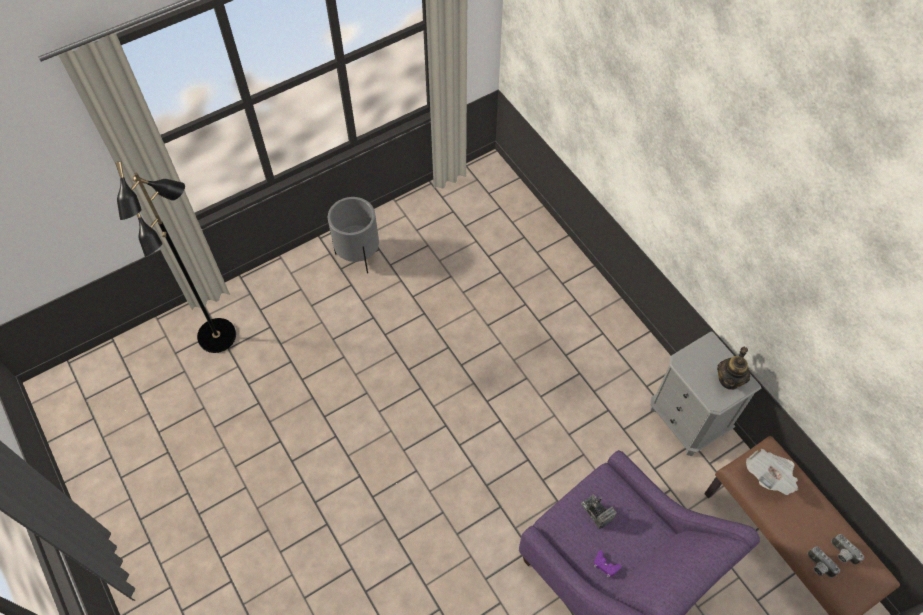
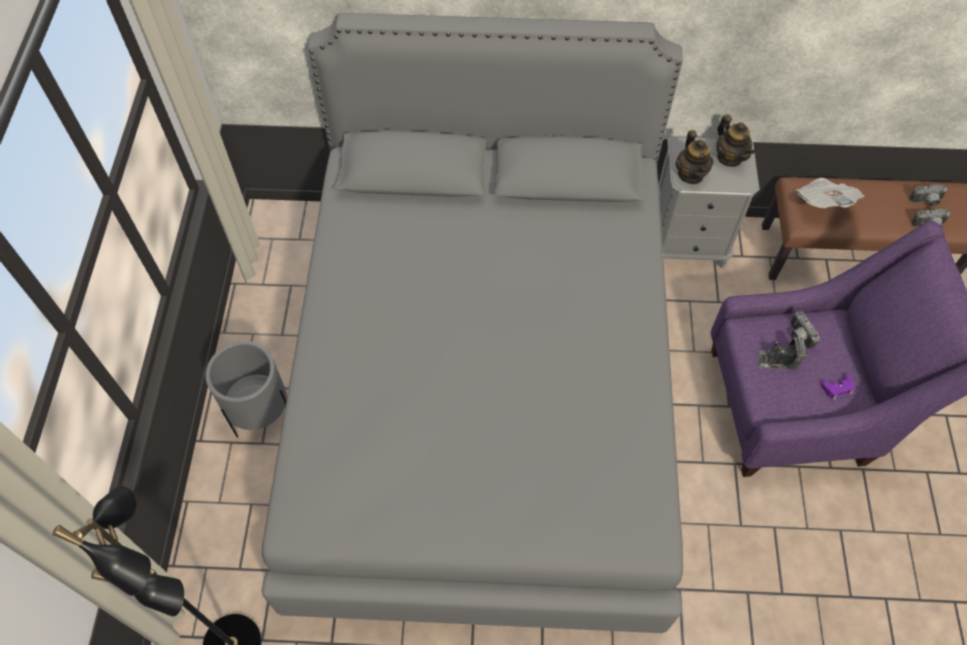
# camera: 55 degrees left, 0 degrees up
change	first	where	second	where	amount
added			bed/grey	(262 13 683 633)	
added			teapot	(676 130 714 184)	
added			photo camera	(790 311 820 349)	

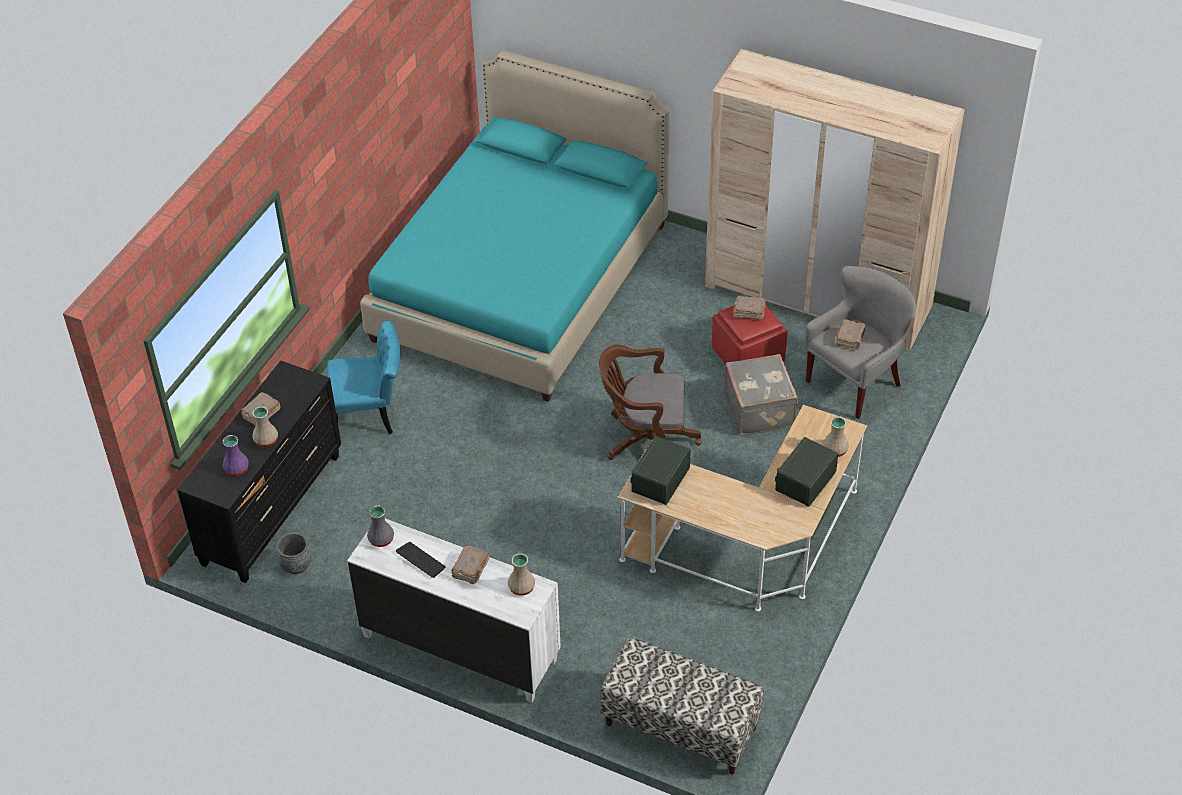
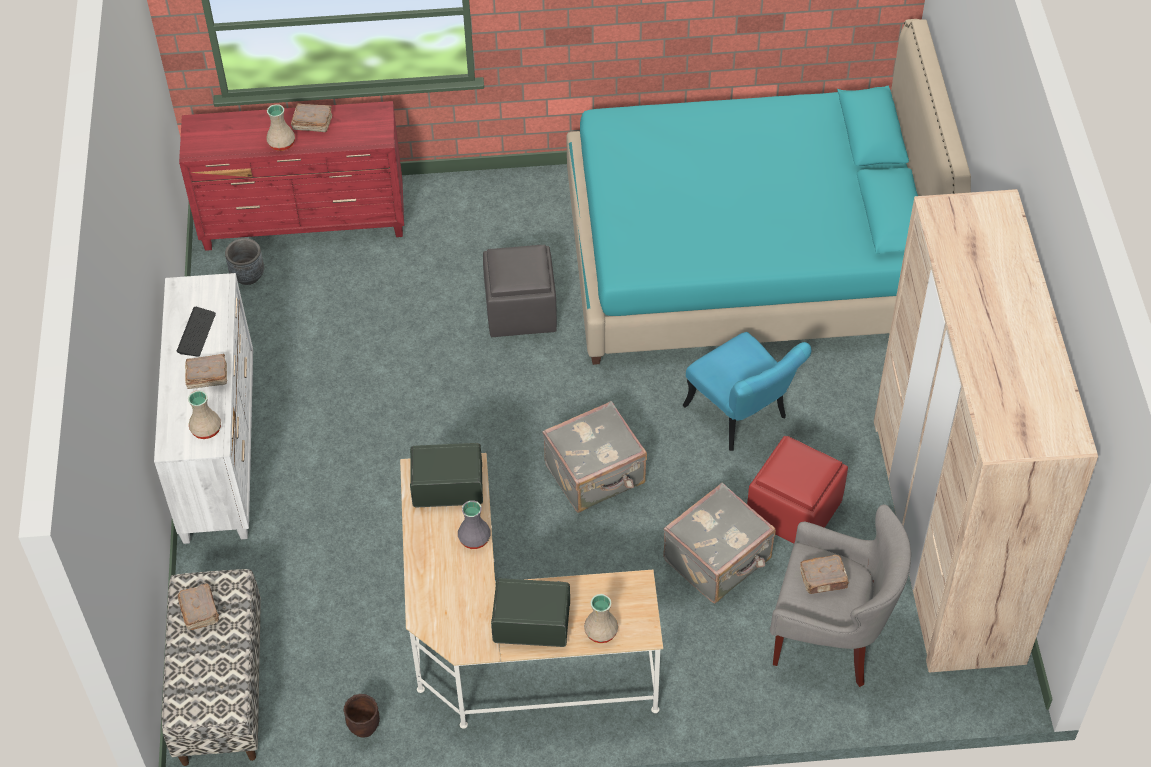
# camera: 60 degrees right, 5 degrees up
change	first	where	second	where	amount
moved	book/brown	(734 296 766 320)		(178 583 219 630)	
moved	chair/turquoise	(327 321 400 434)		(683 332 811 451)	
replaced	office chair/brown	(599 344 702 460)	suitcase/grey	(542 401 647 513)	
recoloured	dresser/black	(177 361 341 583)	dresser/red	(179 101 404 251)	
removed	vase/purple	(222 435 249 476)			
moved	vase/grey	(367 505 394 547)		(458 500 490 549)	
added			ottoman/grey	(483 245 557 337)	
added			planter/brown	(343 694 380 738)	

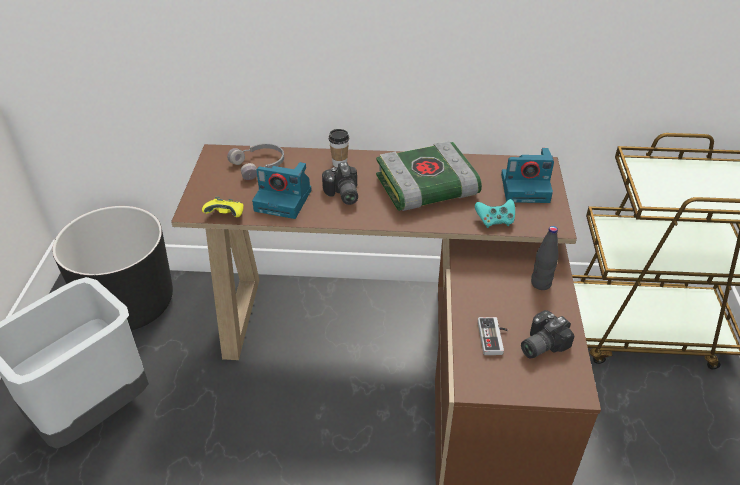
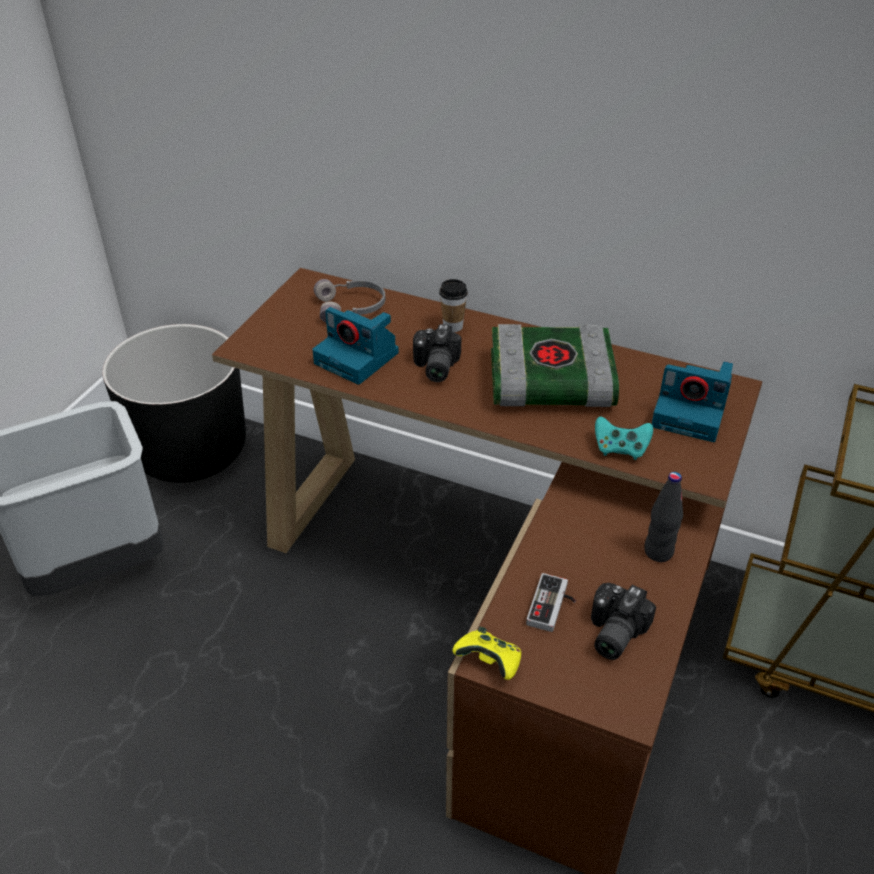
# camera: 20 degrees right, 0 degrees up
change	first	where	second	where	amount
moved	game controller/yellow	(202 197 244 217)		(453 627 521 680)	
turned	photo camera	(521 310 574 359)		(591 583 656 660)	45 degrees counterclockwise

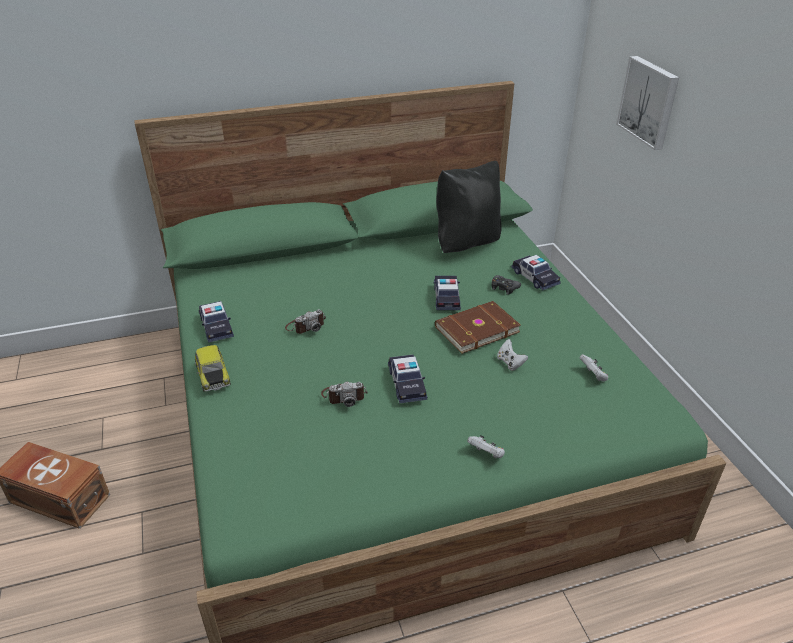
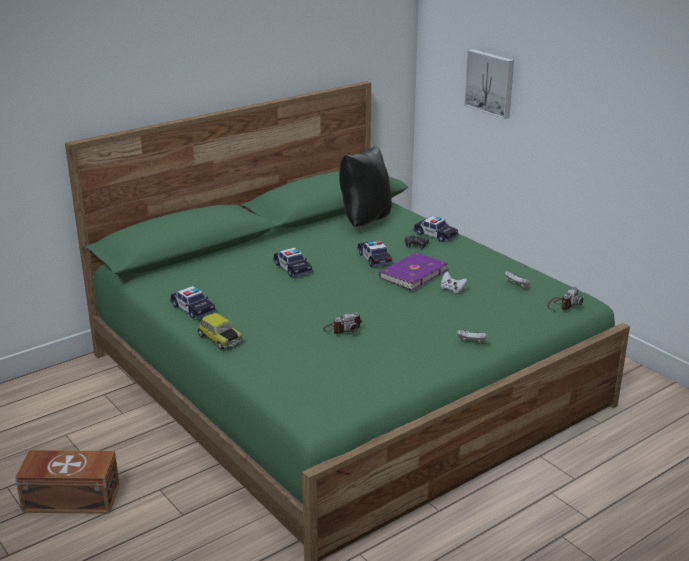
# camera: 20 degrees left, 10 degrees down
change	first	where	second	where	amount
recoloured	book/brown	(435 301 521 354)	book/purple	(379 252 448 290)	
moved	photo camera	(285 309 326 334)		(547 287 583 310)	
moved	toy car	(388 355 427 403)		(273 247 313 277)	

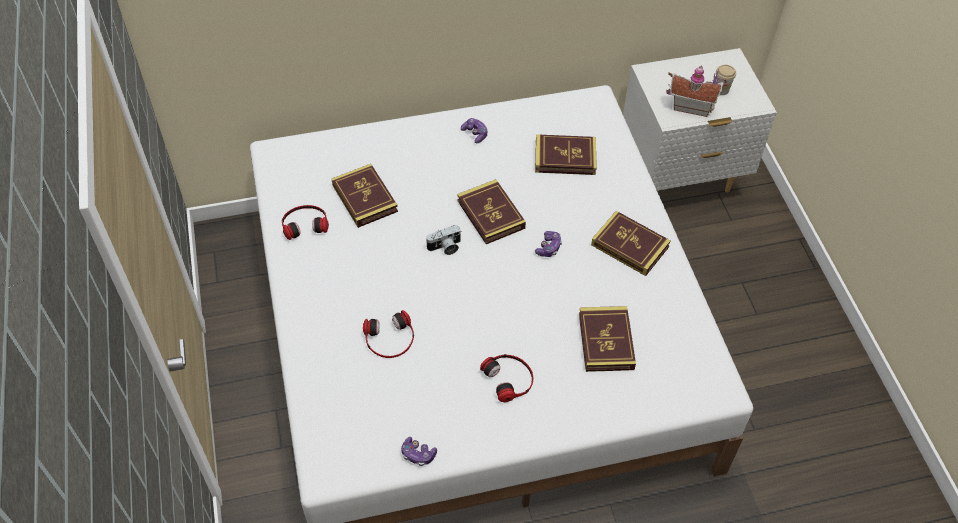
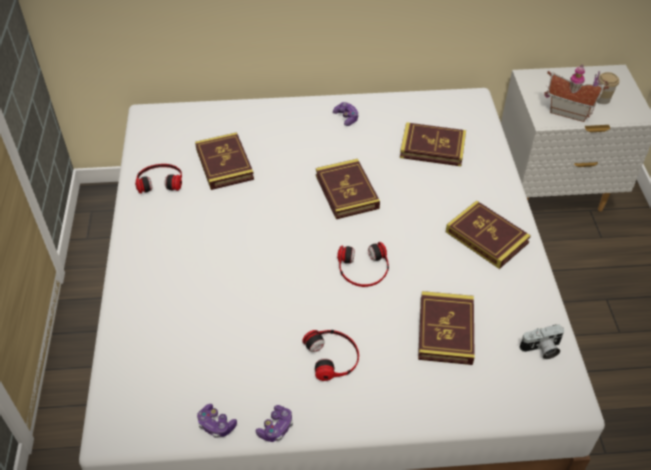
# camera: 10 degrees right, 5 degrees down
change	first	where	second	where	amount
moved	photo camera	(425 225 461 255)		(519 325 564 359)	
moved	game controller	(535 231 562 257)		(256 405 293 442)	
moved	headphones	(363 310 414 358)		(337 242 389 287)	

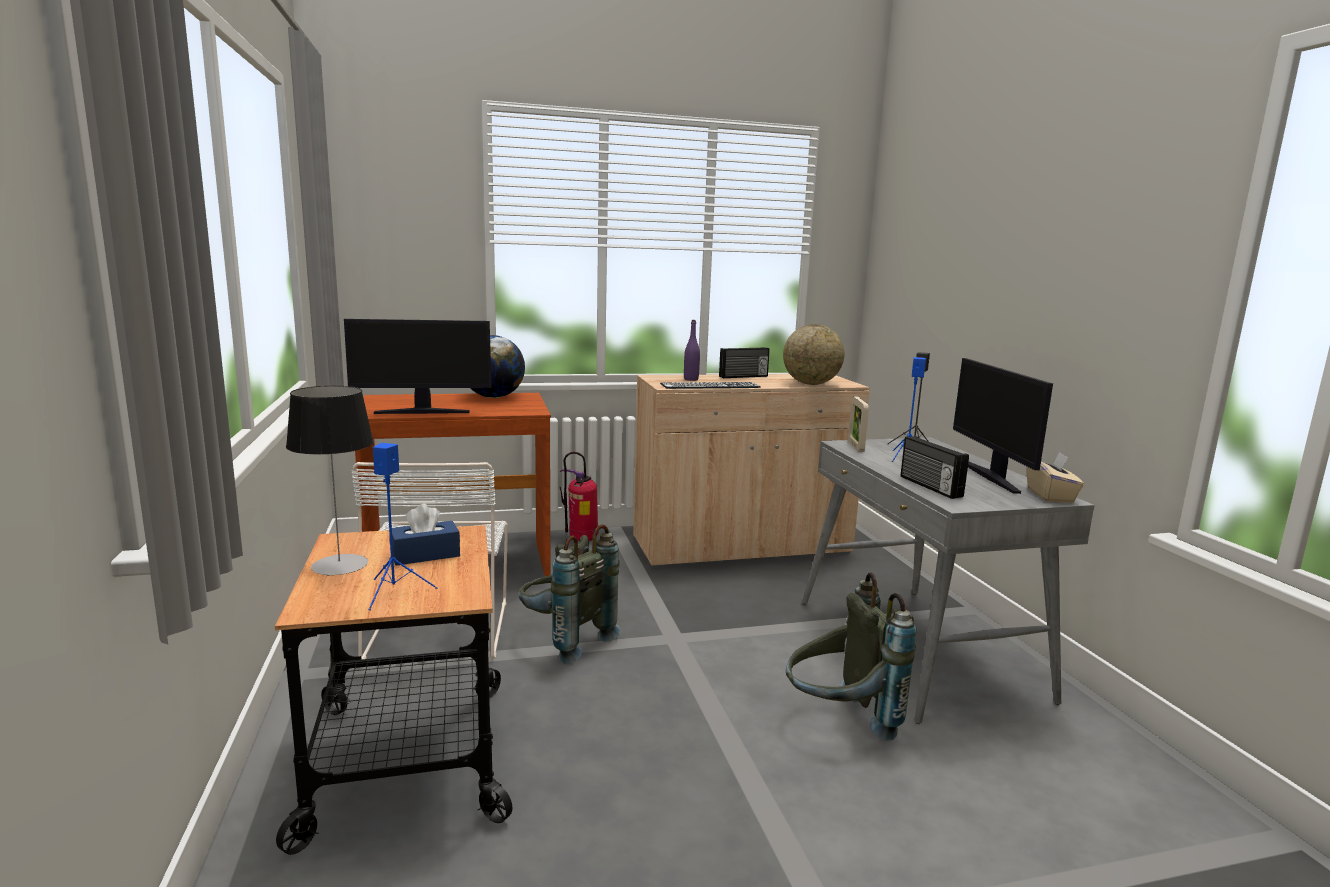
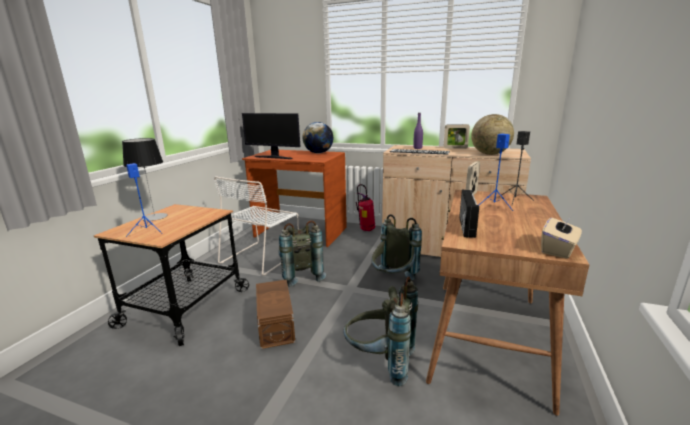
# camera: 35 degrees right, 5 degrees up
change	first	where	second	where	amount
replaced	radio	(719 347 770 378)	picture frame	(444 124 470 149)	
removed	monitor	(953 358 1053 494)			
recoloured	desk/grey	(802 437 1095 724)	desk/brown	(426 190 590 416)	
removed	tissue box/blue	(389 504 460 566)			
added			backpack/grey	(371 214 422 280)	
added			storage box/brown	(256 280 295 349)	

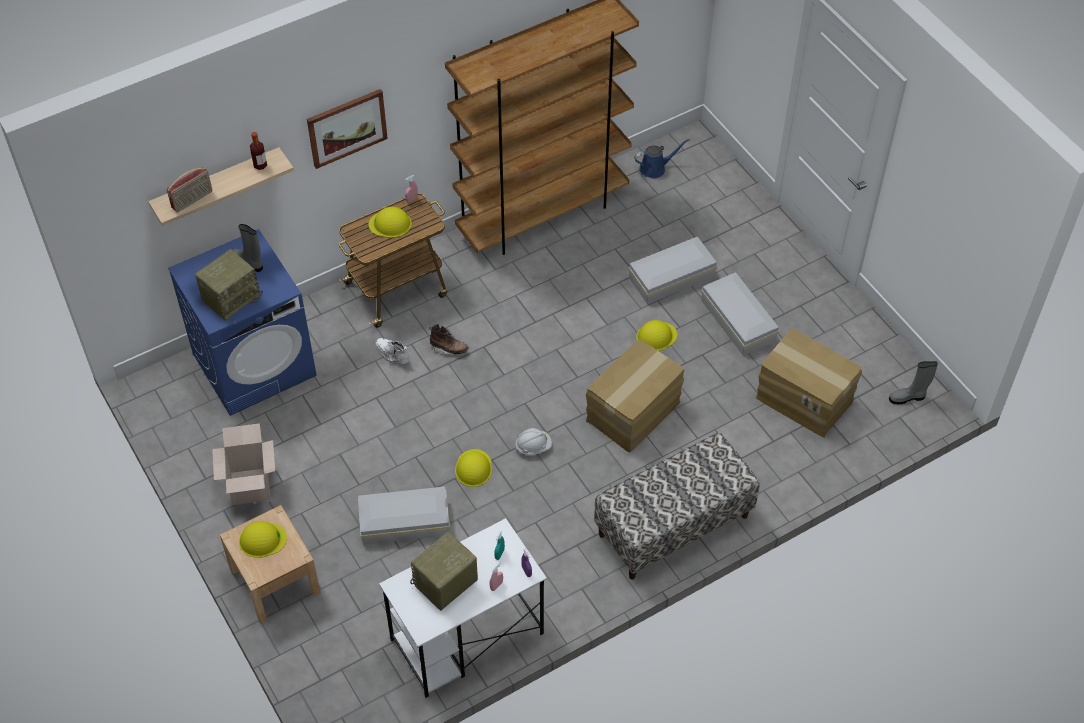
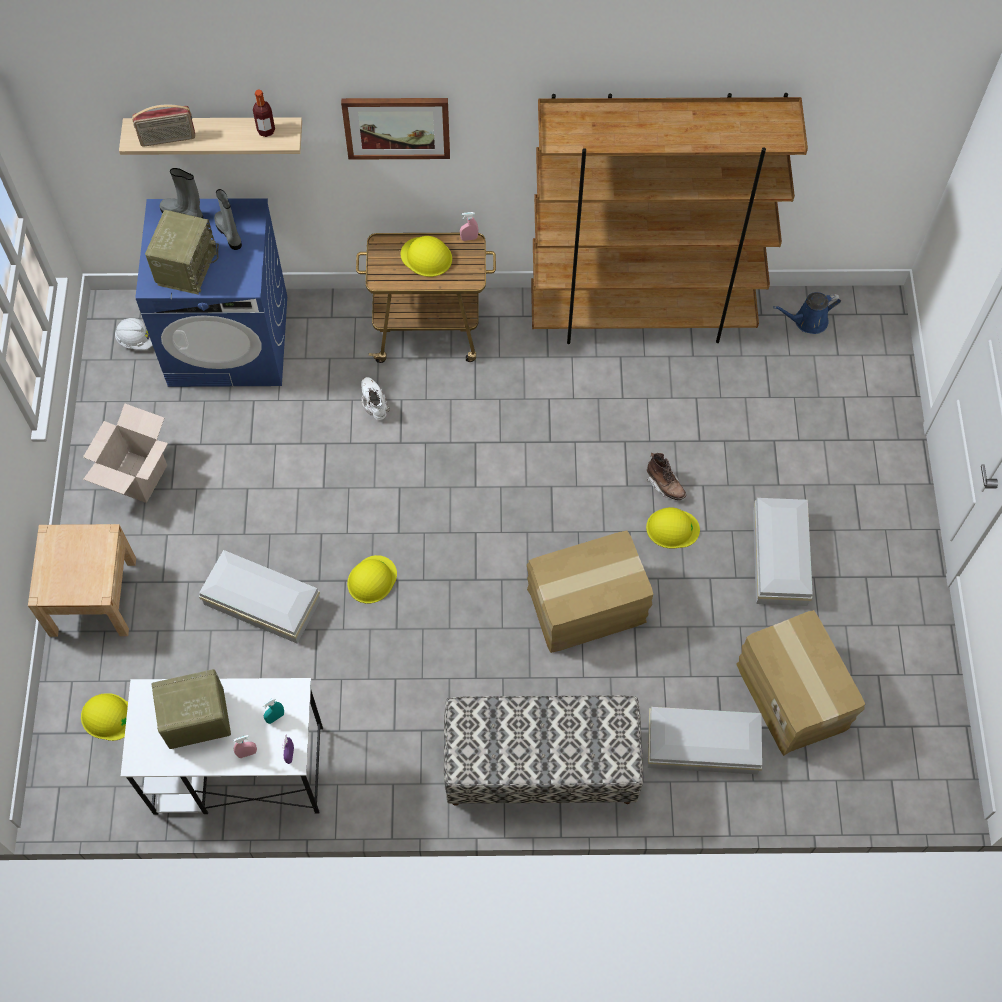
# camera: 30 degrees right, 10 degrees up
change	first	where	second	where	amount
turned	watering can/blue	(634 139 690 179)		(773 292 841 334)	150 degrees clockwise
moved	storage box/white	(628 236 717 304)		(648 707 762 774)	
turned	radio	(195 249 263 321)		(145 210 219 295)	60 degrees counterclockwise
moved	boot/brown	(429 324 469 356)		(647 453 686 500)	
moved	boot/grey	(889 361 938 405)		(159 168 203 218)	
moved	hard hat/white	(515 428 552 455)		(115 318 152 349)	
moved	hard hat/yellow	(239 521 287 558)		(81 693 128 741)	

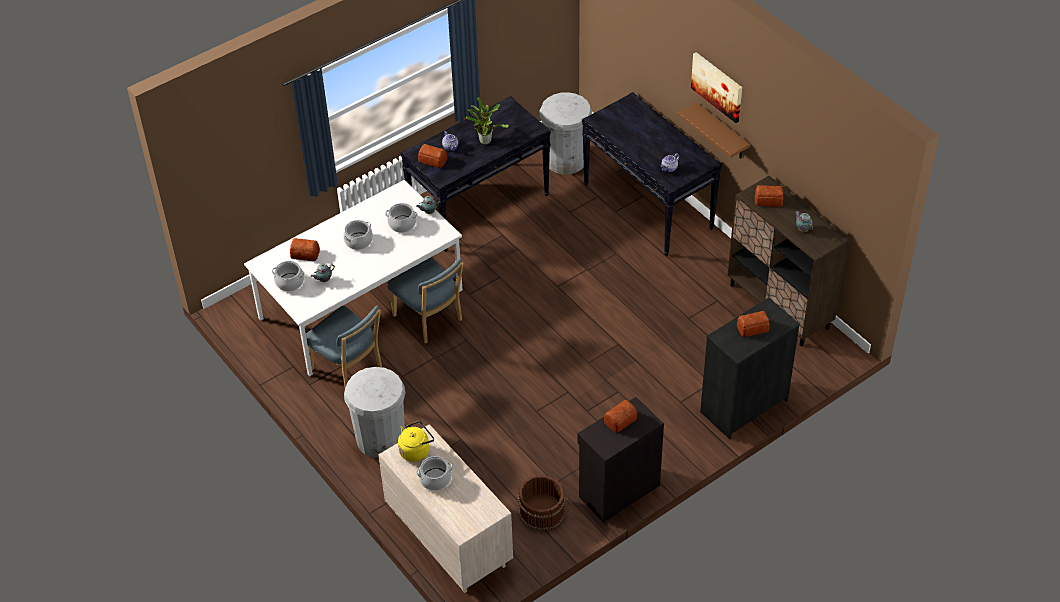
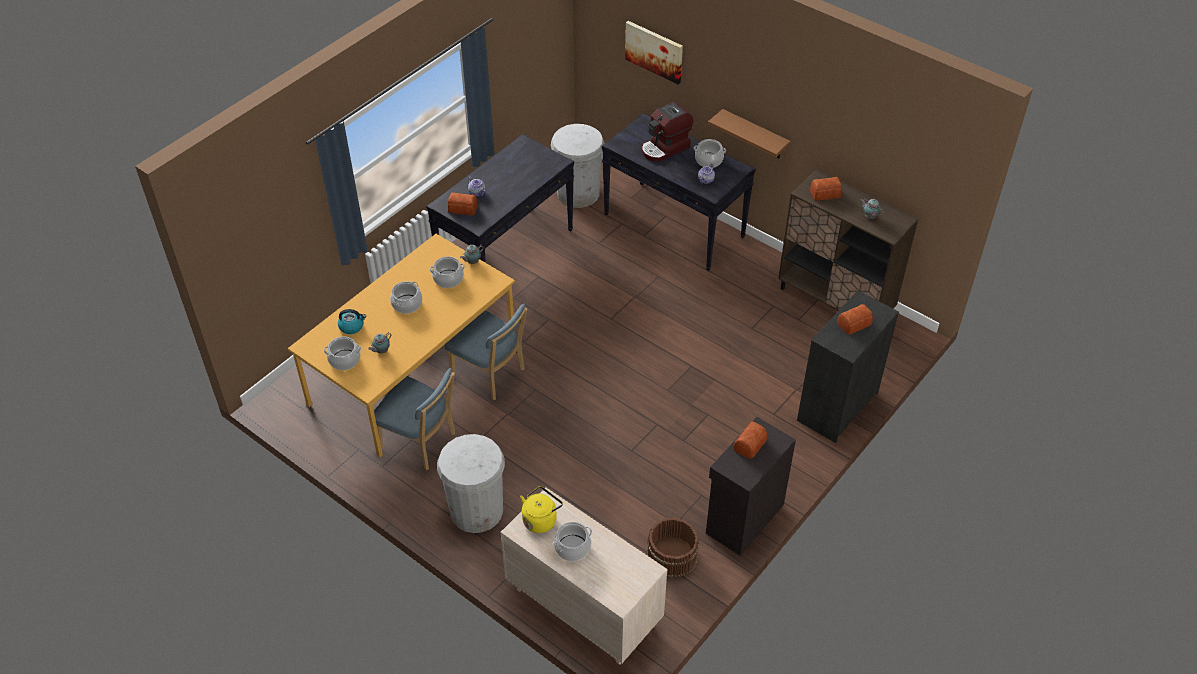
# camera: 15 degrees left, 0 degrees up
change	first	where	second	where	amount
moved	picture	(691 52 742 123)		(625 21 683 84)	
removed	potted plant	(466 97 509 144)			
recoloured	dining table/white	(244 180 463 376)	dining table/orange	(288 234 515 457)	
replaced	bread	(290 238 320 261)	kettle	(338 309 366 334)	
added			coffee machine	(642 102 693 162)	
added			cooking pot	(694 139 726 168)	

